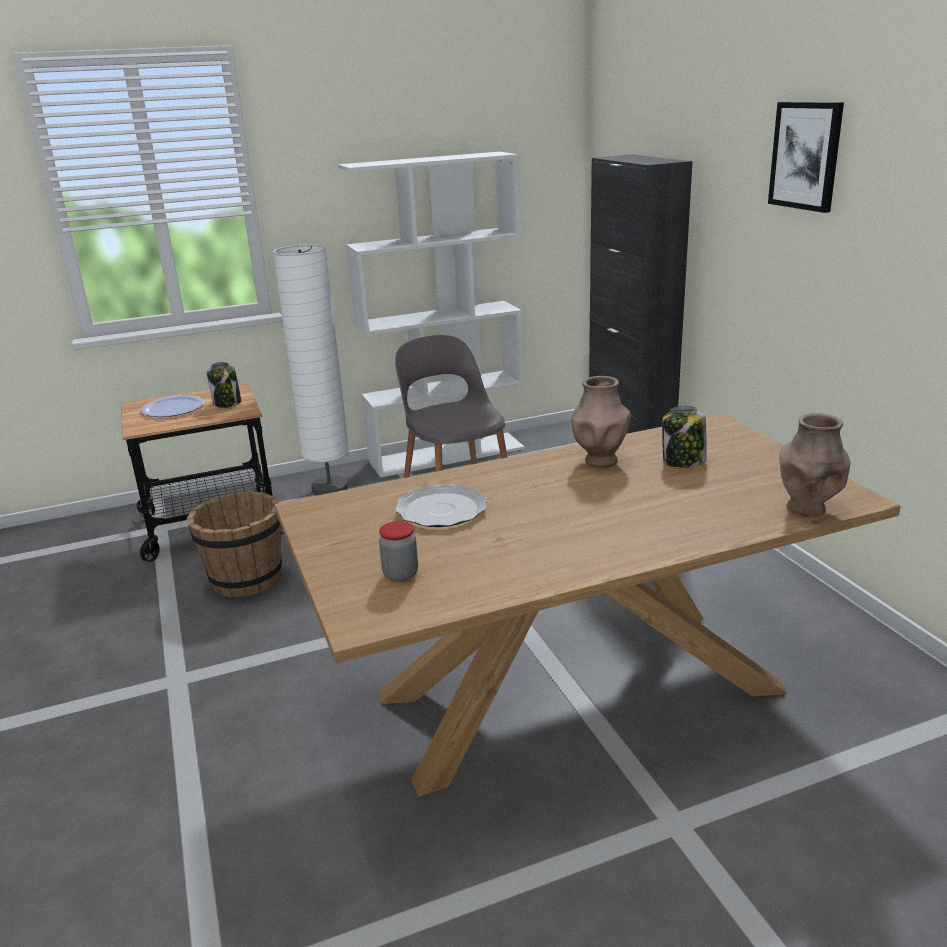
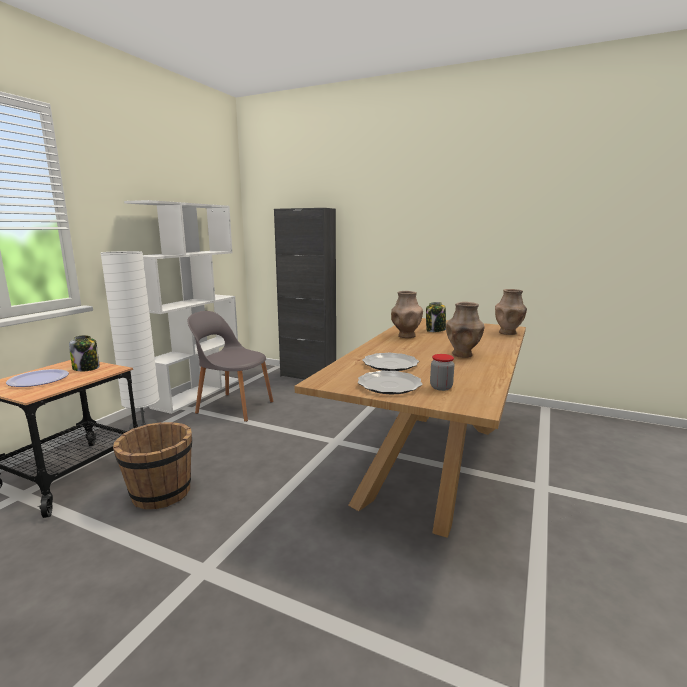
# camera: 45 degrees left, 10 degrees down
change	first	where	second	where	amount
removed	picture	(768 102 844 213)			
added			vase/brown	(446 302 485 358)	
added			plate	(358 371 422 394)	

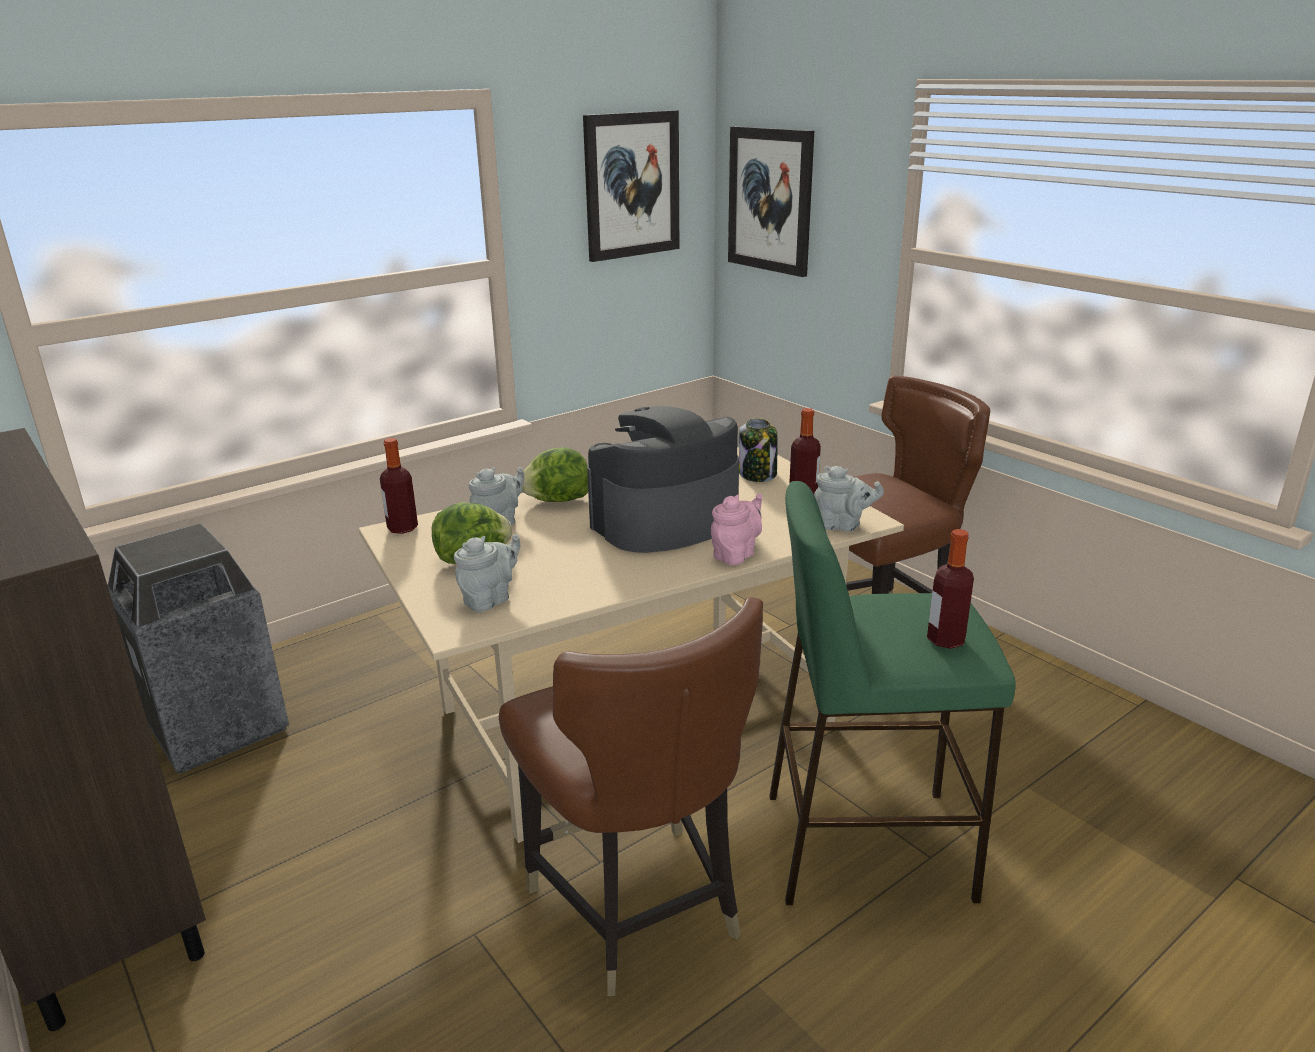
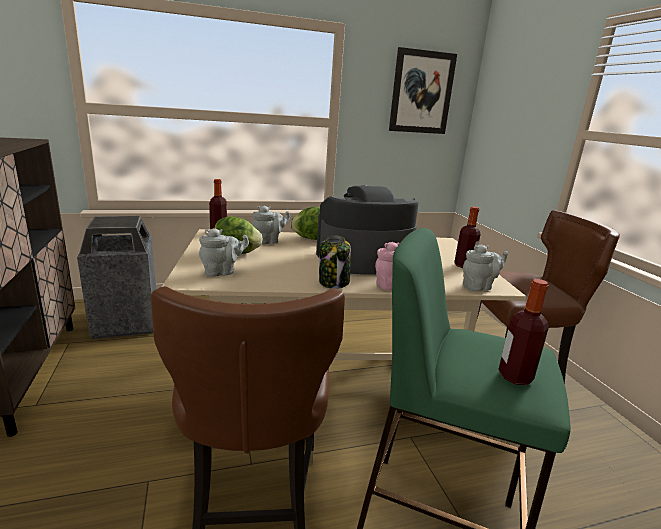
# camera: 20 degrees right, 5 degrees down
change	first	where	second	where	amount
removed	picture	(728 126 814 277)			
moved	jar	(739 418 777 482)		(319 235 351 289)	
turned	teapot/grey	(814 466 884 532)		(463 244 508 292)	60 degrees counterclockwise

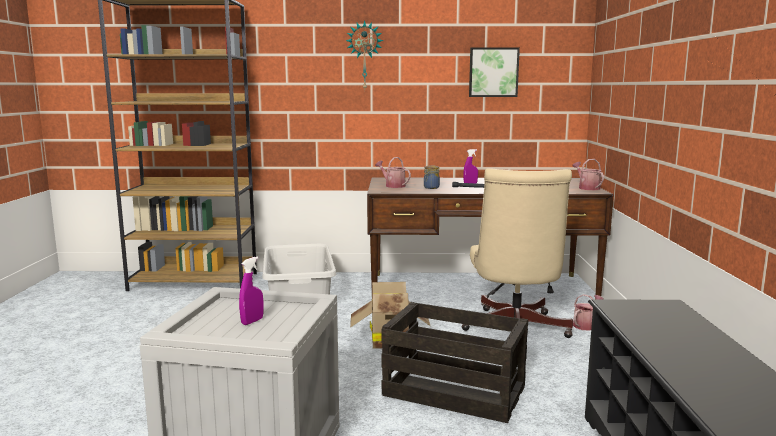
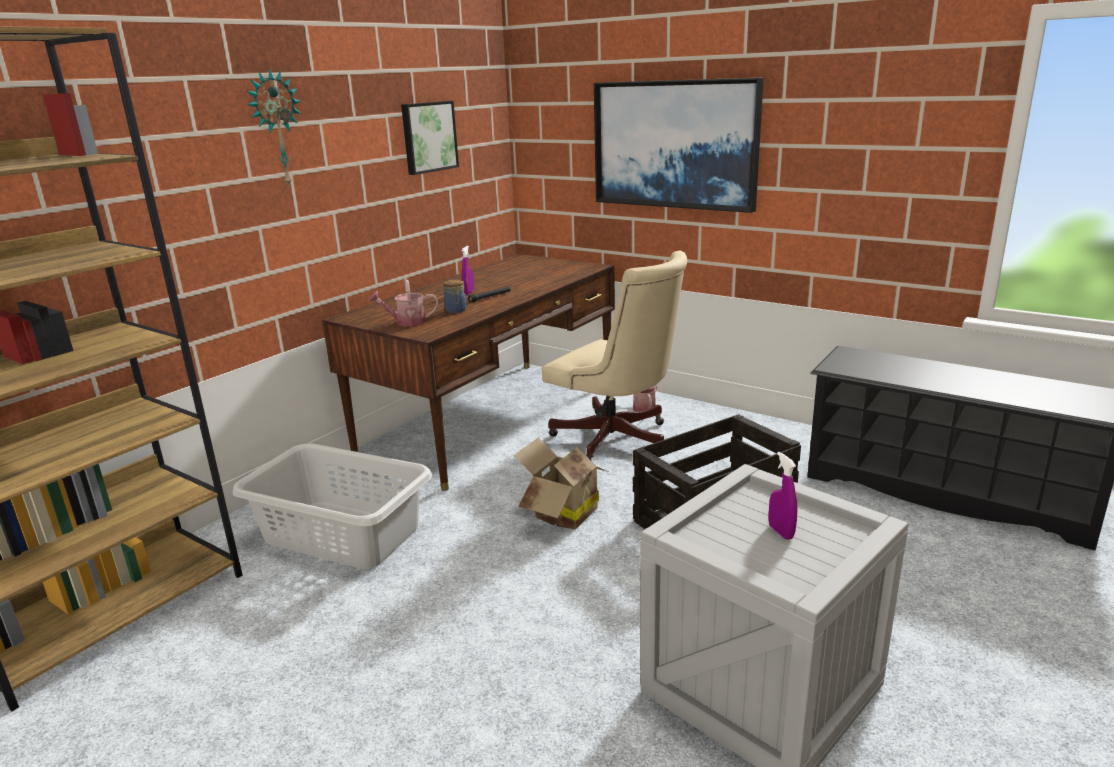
# camera: 55 degrees left, 10 degrees up
change	first	where	second	where	amount
removed	watering can	(572 159 604 190)			
added			picture	(594 78 764 213)	

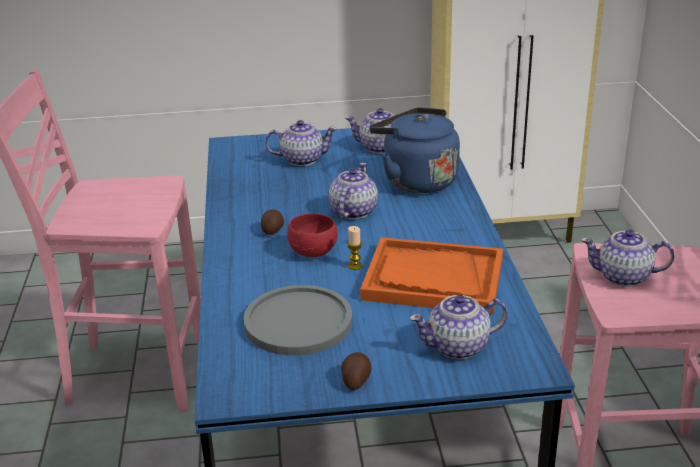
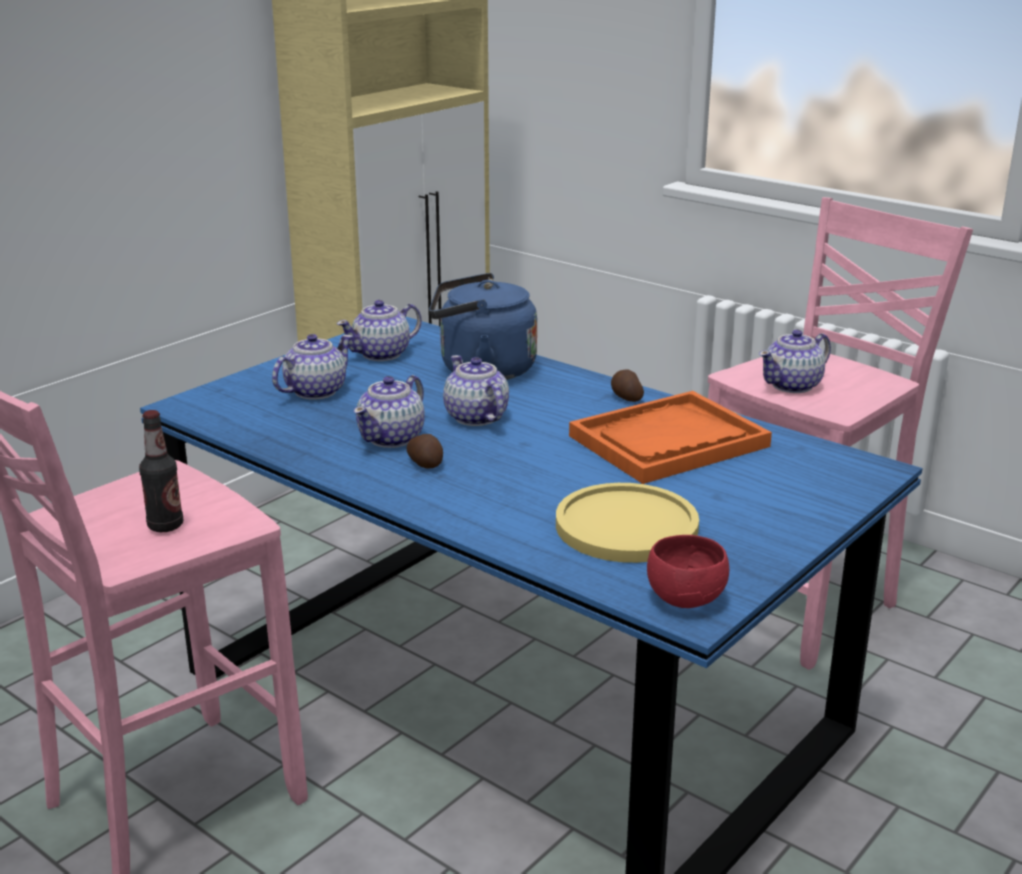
# camera: 45 degrees left, 5 degrees down
change	first	where	second	where	amount
moved	bowl/red	(287 213 338 257)		(647 535 729 608)	
removed	candle	(347 226 362 270)			
recoloured	plate/grey	(244 285 352 356)	plate/yellow	(556 483 699 563)	
moved	teapot	(410 295 507 359)		(354 375 425 448)	
moved	potato	(341 352 371 390)		(611 370 644 402)	
added			bottle	(139 410 183 532)	

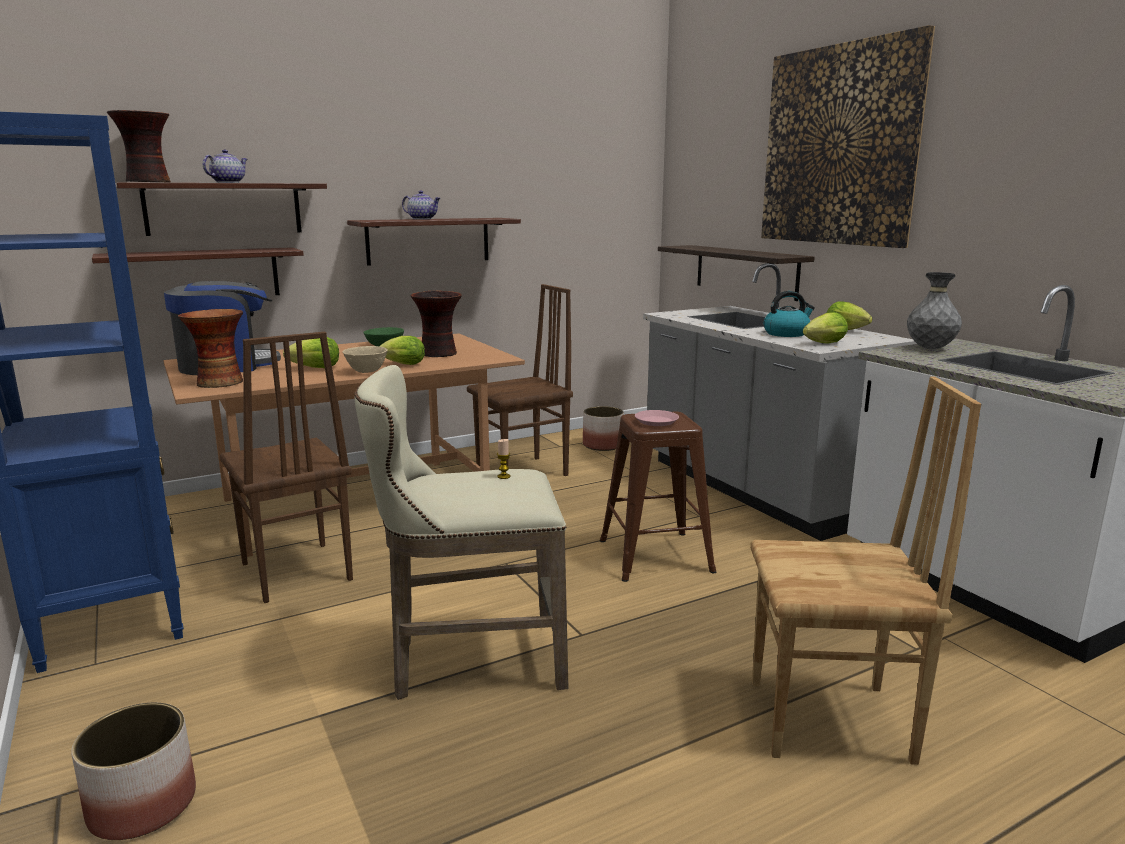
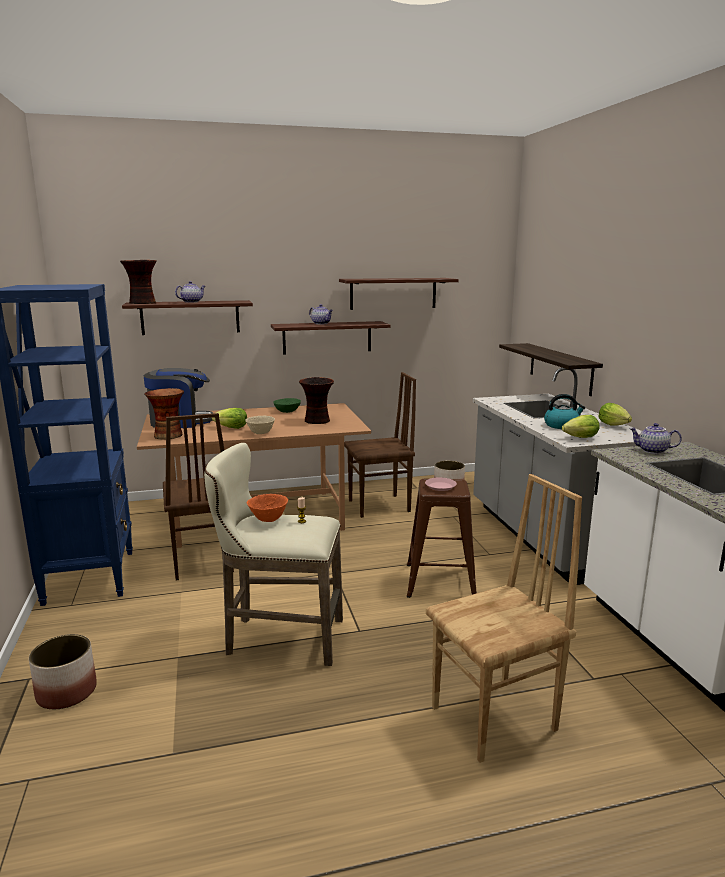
# camera: 15 degrees right, 0 degrees up
change	first	where	second	where	amount
removed	picture	(761 25 935 248)			
moved	shelf	(92 247 304 295)		(339 278 459 310)	
replaced	vase/grey	(907 272 962 349)	teapot	(629 423 682 454)	
removed	lettuce	(380 336 425 365)			
turned	chair/brown	(750 376 981 765)		(426 474 582 763)	45 degrees counterclockwise
added			bowl/orange	(247 494 288 522)	

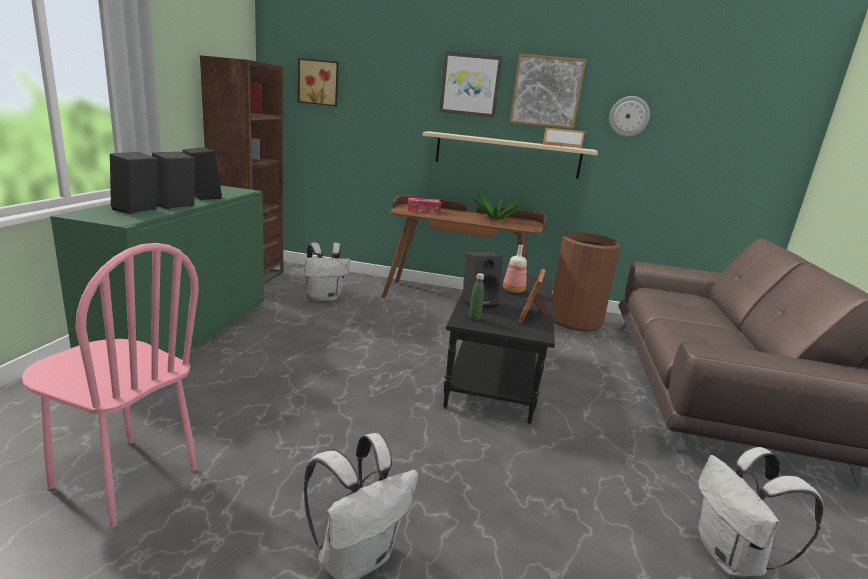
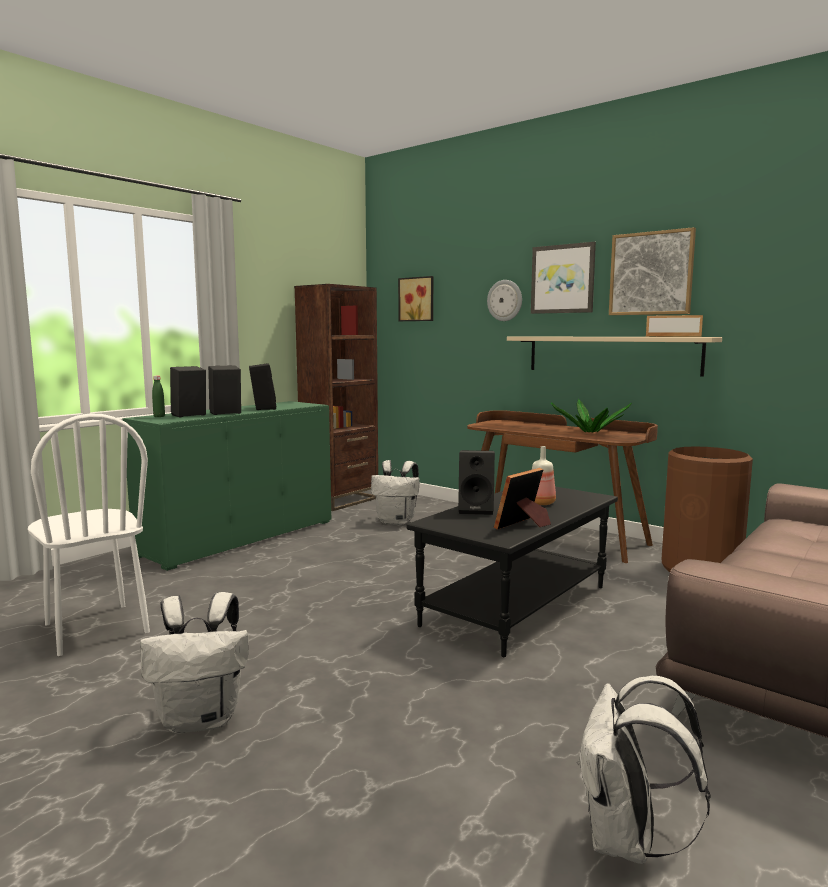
# camera: 30 degrees right, 10 degrees down
change	first	where	second	where	amount
moved	wall clock	(609 96 650 137)		(487 280 522 321)	
removed	tissue box	(407 197 441 214)			
recoloured	chair/pink	(22 243 199 528)	chair/white	(28 413 150 656)	
moved	bottle/green	(469 273 484 321)		(152 376 165 417)	

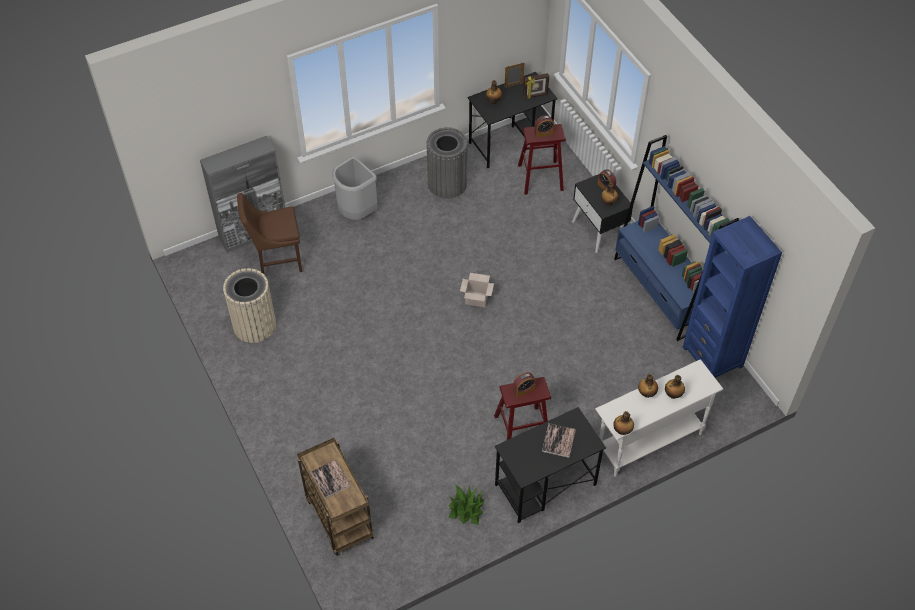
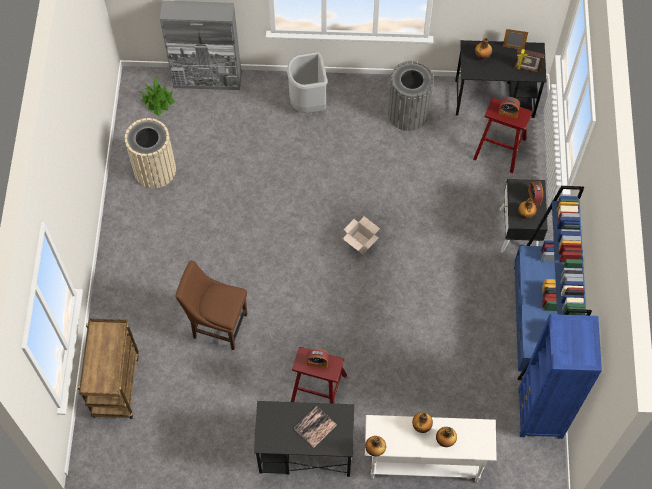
# camera: 30 degrees right, 10 degrees up
change	first	where	second	where	amount
moved	chair/brown	(237 193 302 274)		(175 261 247 350)	
removed	book	(311 460 351 499)			
moved	potted plant	(448 484 484 525)		(139 78 176 116)	

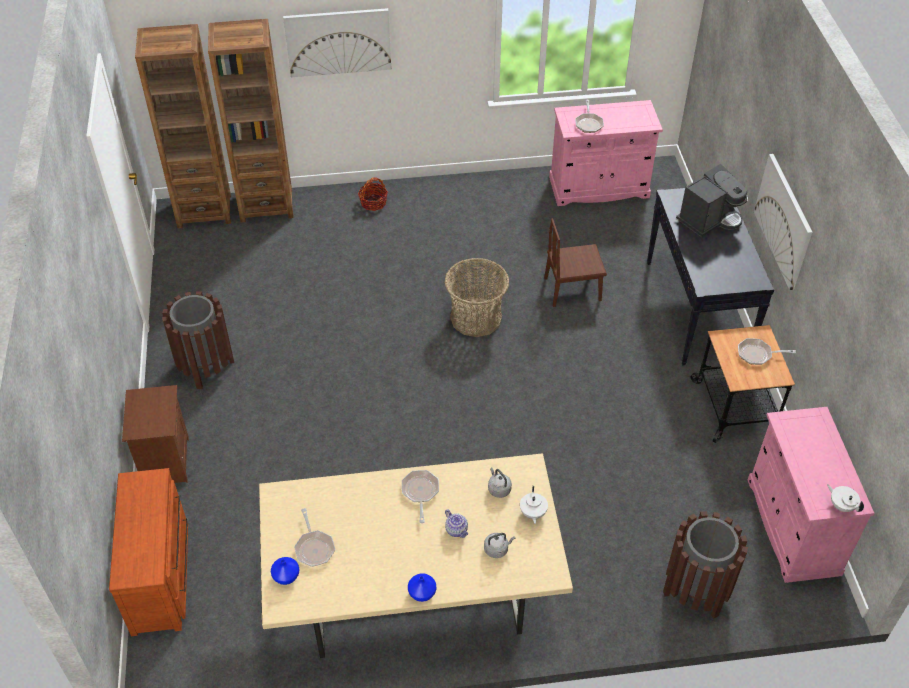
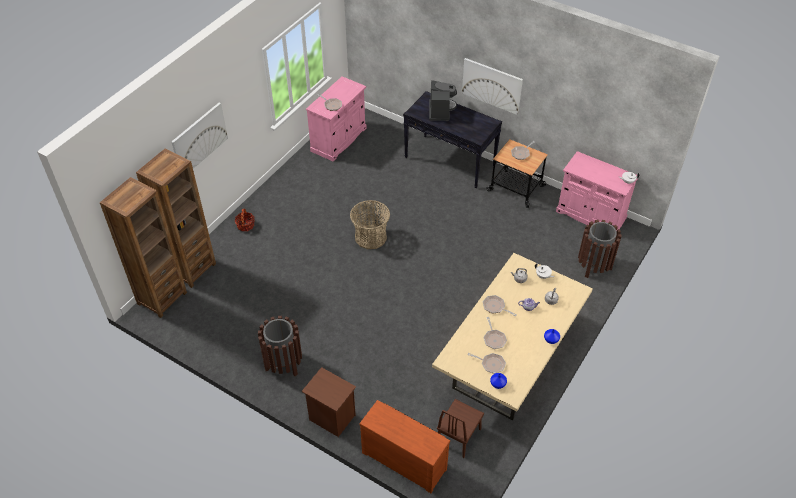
# camera: 50 degrees left, 0 degrees up
change	first	where	second	where	amount
moved	chair/brown	(544 218 607 307)		(437 399 484 458)	
added			frying pan	(483 317 507 349)	

